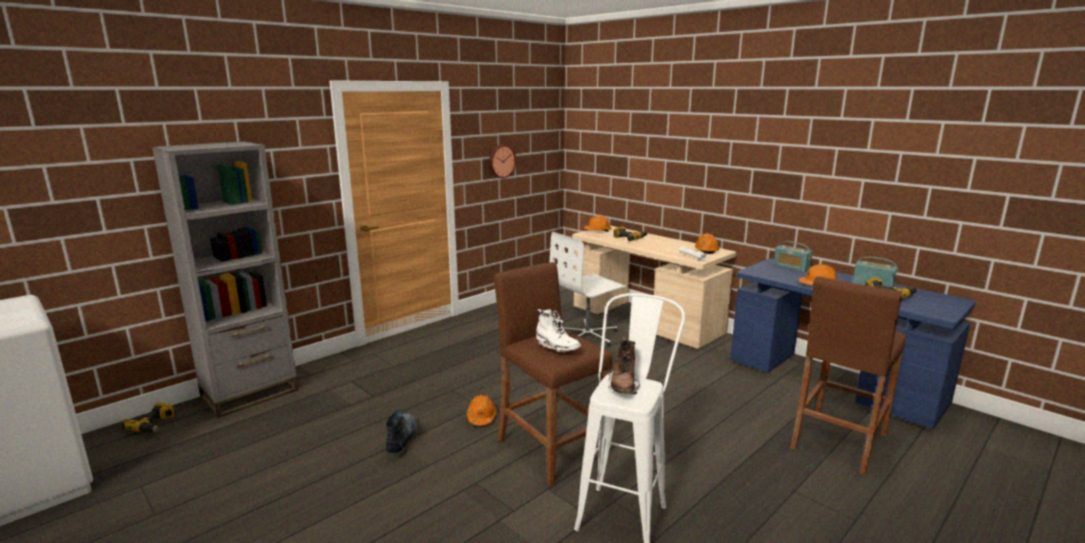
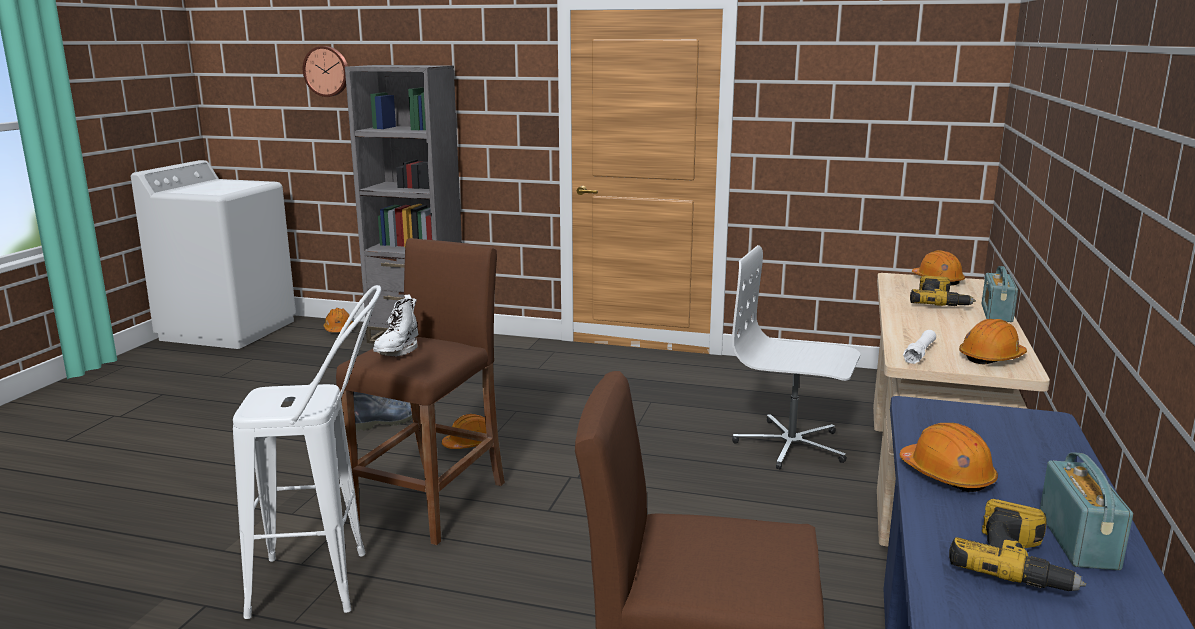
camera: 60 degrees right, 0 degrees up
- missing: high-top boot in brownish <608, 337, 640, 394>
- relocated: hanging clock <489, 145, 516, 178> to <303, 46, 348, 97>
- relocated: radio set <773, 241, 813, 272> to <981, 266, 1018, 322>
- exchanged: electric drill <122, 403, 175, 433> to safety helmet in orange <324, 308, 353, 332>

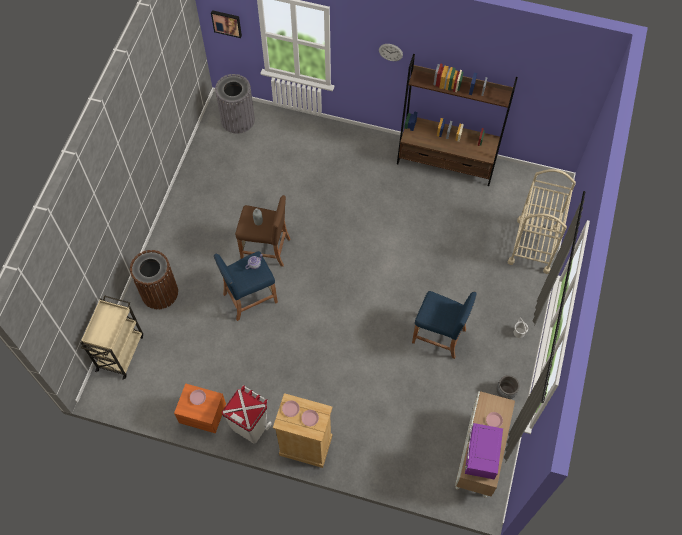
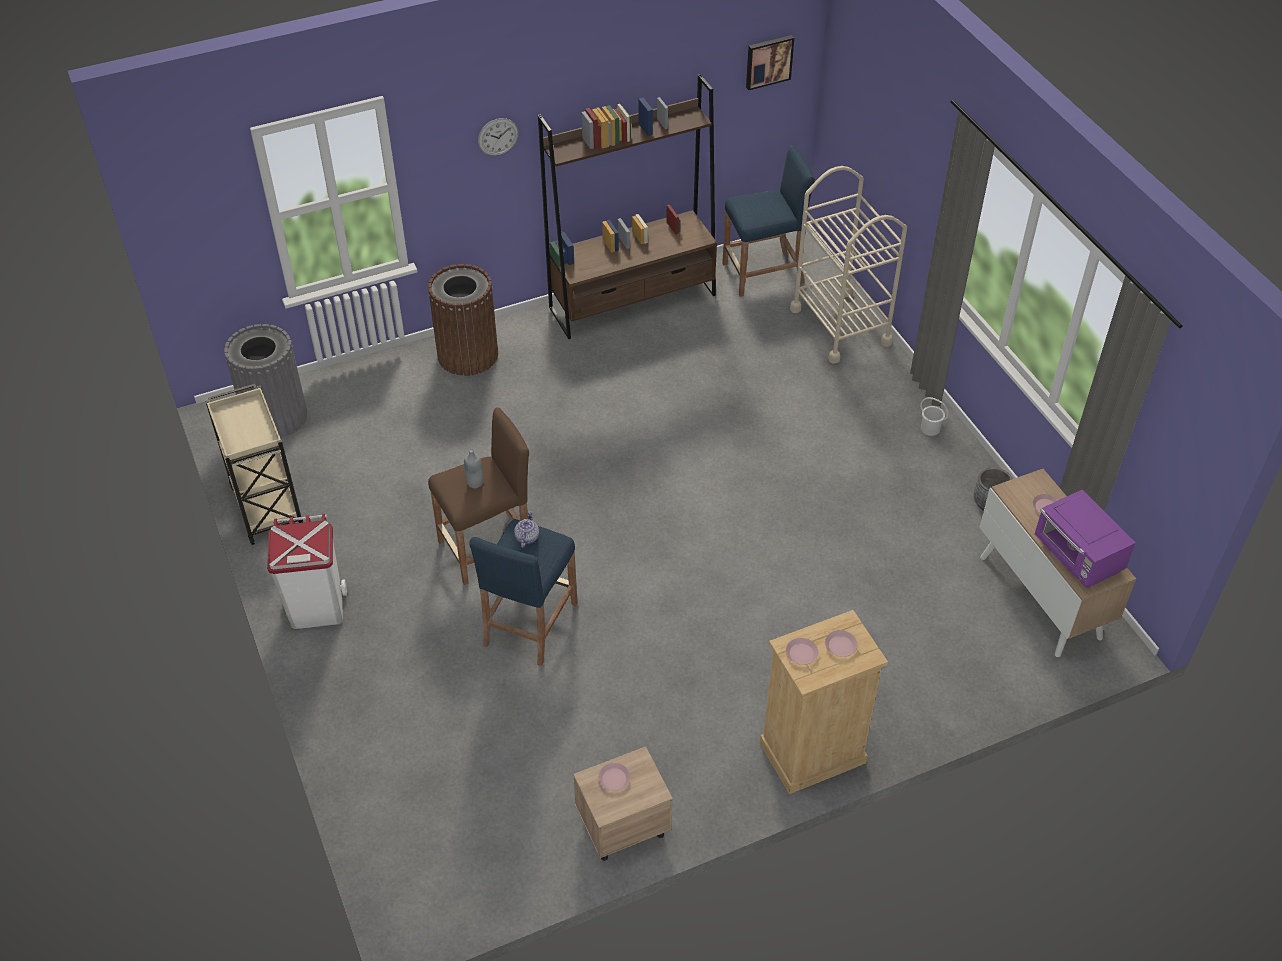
camera: 40 degrees left, 15 degrees down
- relocated: cart in sand-coloured <80, 295, 143, 380> to <205, 384, 303, 545>
- relocated: rubbish bin in brownish <130, 250, 178, 309> to <428, 264, 498, 376>
- relocated: picture <211, 10, 242, 38> to <746, 35, 794, 90>
- relocated: rubbish bin in white-coloured <222, 385, 272, 443> to <267, 514, 347, 629>
- relocated: sitting stool in blue <412, 291, 476, 359> to <722, 145, 815, 297>
- colour: bedside table in orange <174, 383, 226, 433> to bedside table in sand-coloured <573, 746, 673, 861>

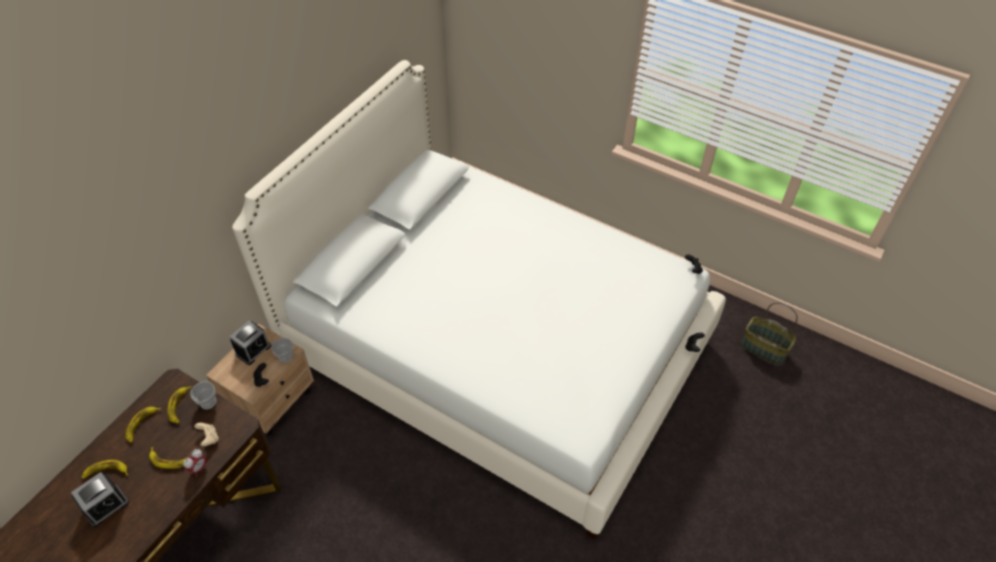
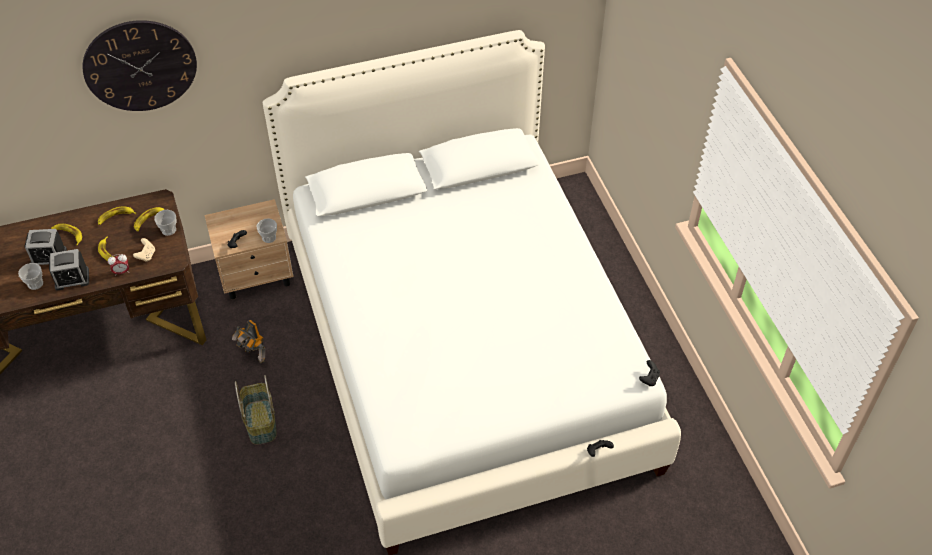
camera: 40 degrees right, 0 degrees up
- appeared: cup <18, 263, 43, 290>
- appeared: hanging clock <82, 20, 197, 111>
- appeared: toy robot <232, 320, 265, 363>
- relocated: table clock <230, 321, 272, 365> to <49, 249, 89, 291>
- relocated: storage basket <741, 302, 798, 365> to <235, 375, 277, 445>

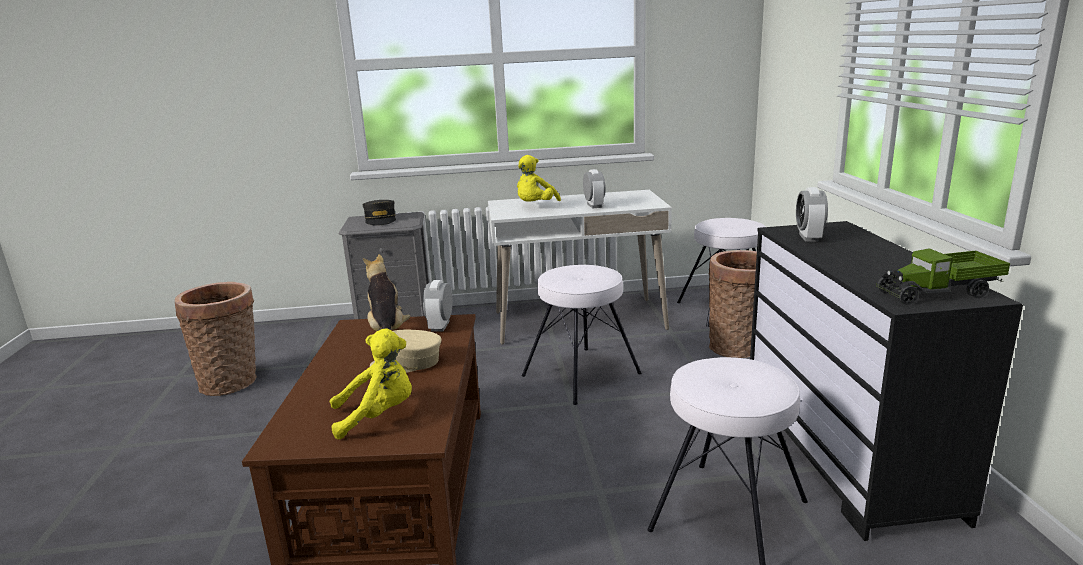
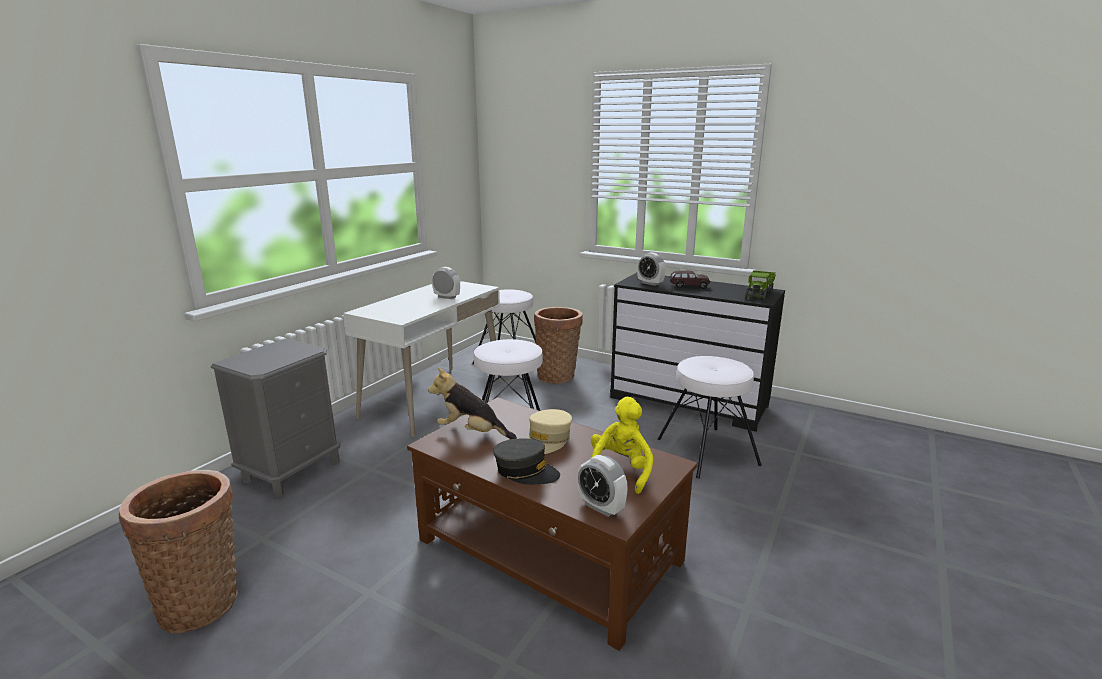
camera: 55 degrees left, 0 degrees up
- missing: soft toy in yellow <517, 155, 561, 202>
- appeared: miniature car in brownish <670, 271, 710, 289>
- relocated: cap in grey <363, 200, 396, 226> to <493, 439, 560, 485>
- relocated: table clock <423, 280, 452, 332> to <577, 455, 628, 517>

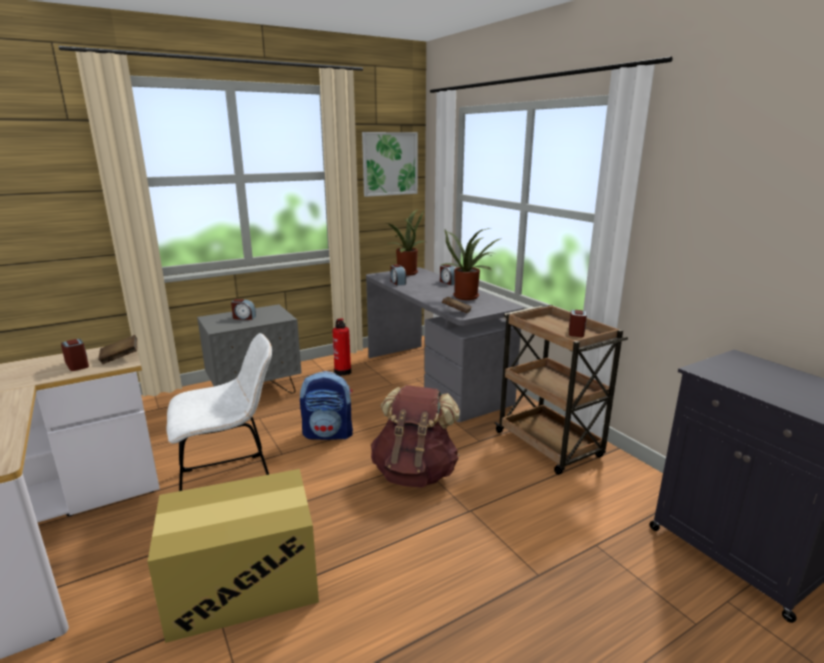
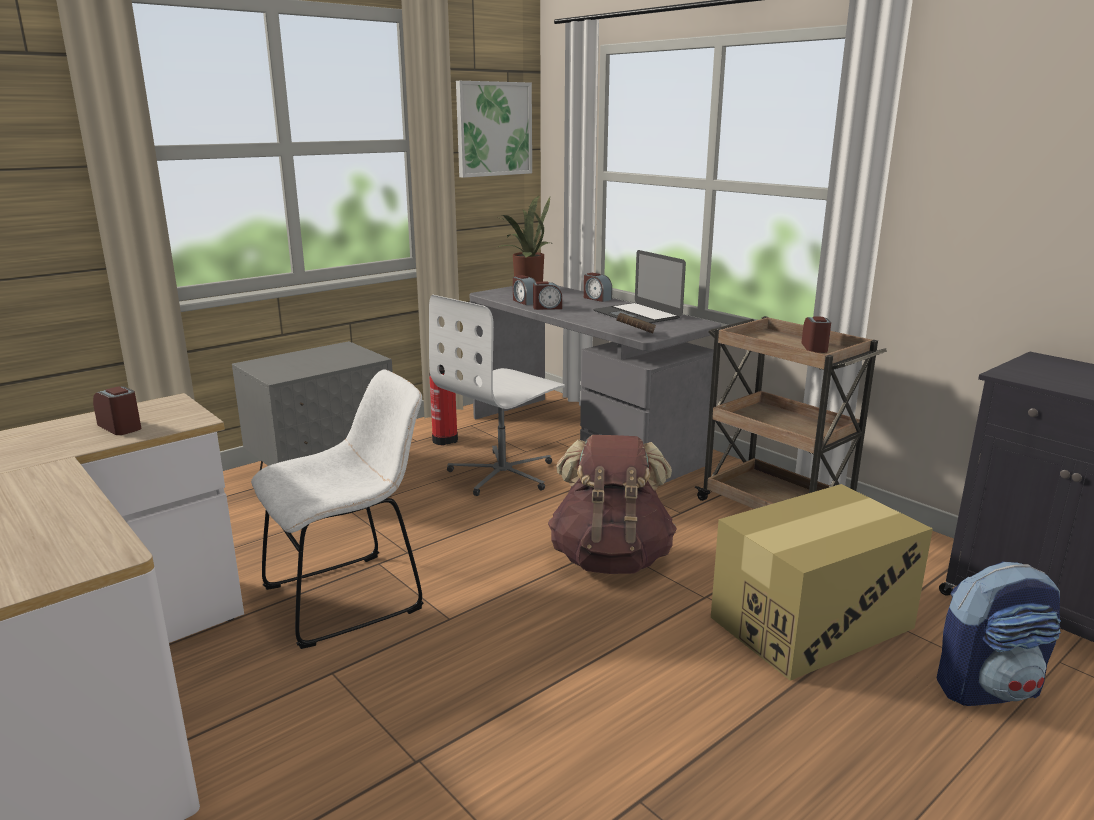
camera: 10 degrees left, 0 degrees up
- missing: bound book in brownish <98, 335, 138, 364>
- appeared: computer chair in white-coloured <429, 295, 565, 496>
- relocated: cardboard box <147, 469, 319, 643> to <711, 484, 933, 681>
- relocated: table clock <231, 299, 256, 320> to <533, 282, 562, 310>
- relocated: backpack <300, 371, 353, 440> to <937, 562, 1061, 706>
- exchanged: potted plant <441, 228, 502, 300> to laptop <593, 250, 686, 323>

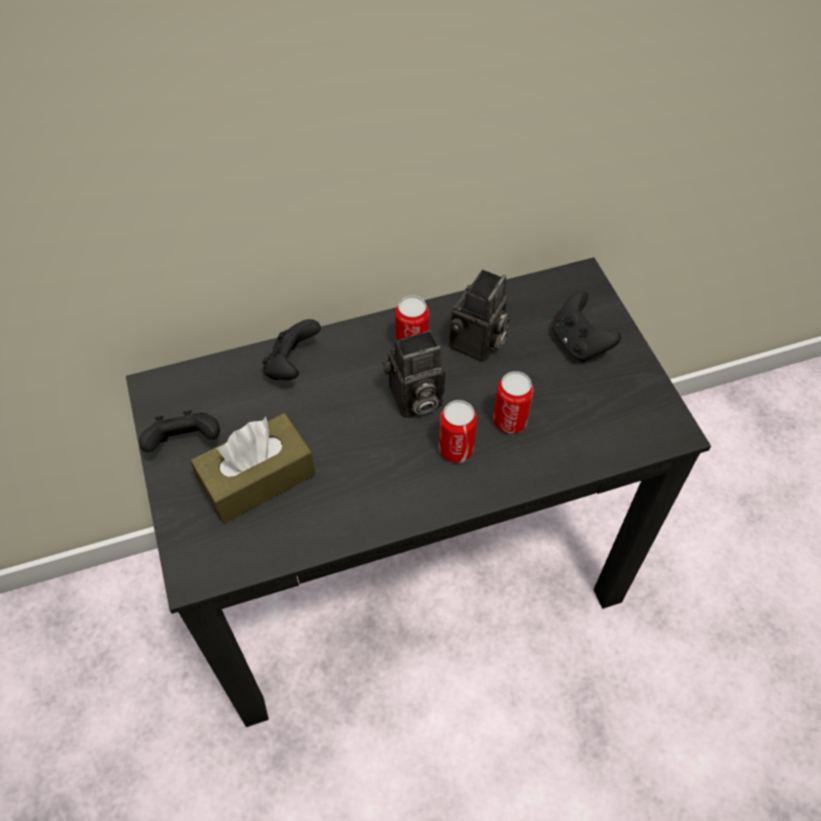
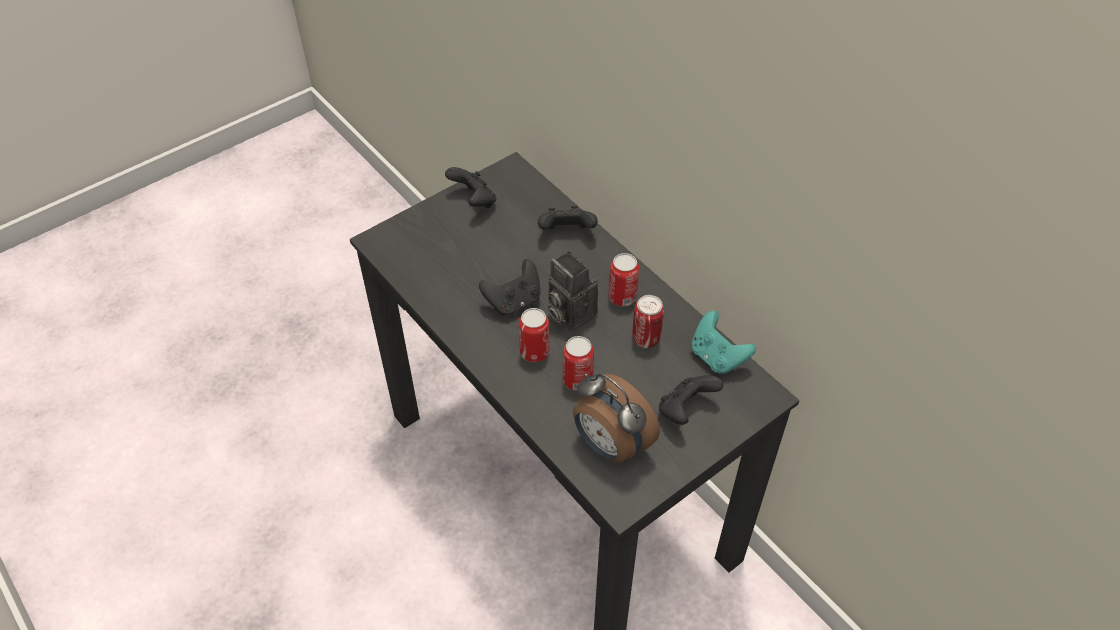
camera: 70 degrees right, 5 degrees down
- missing: tissue holder in brownish <191, 413, 315, 524>
- appeared: game controller in black <479, 259, 541, 315>
- appeared: table clock <573, 374, 660, 462>
- appeared: game controller in blue-green <692, 311, 756, 374>
- exchanged: still camera <449, 269, 510, 362> to sealed can <632, 295, 664, 348>

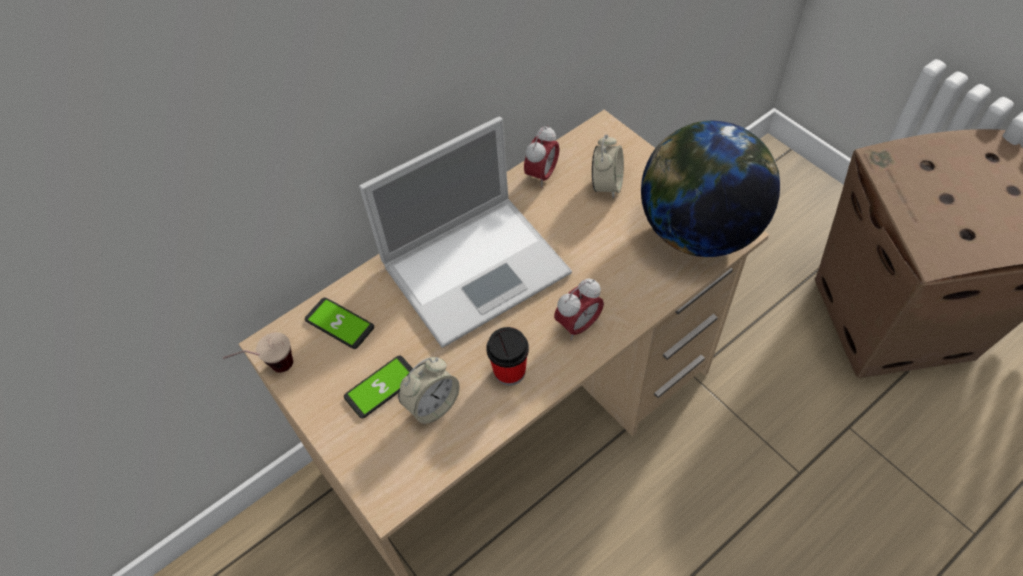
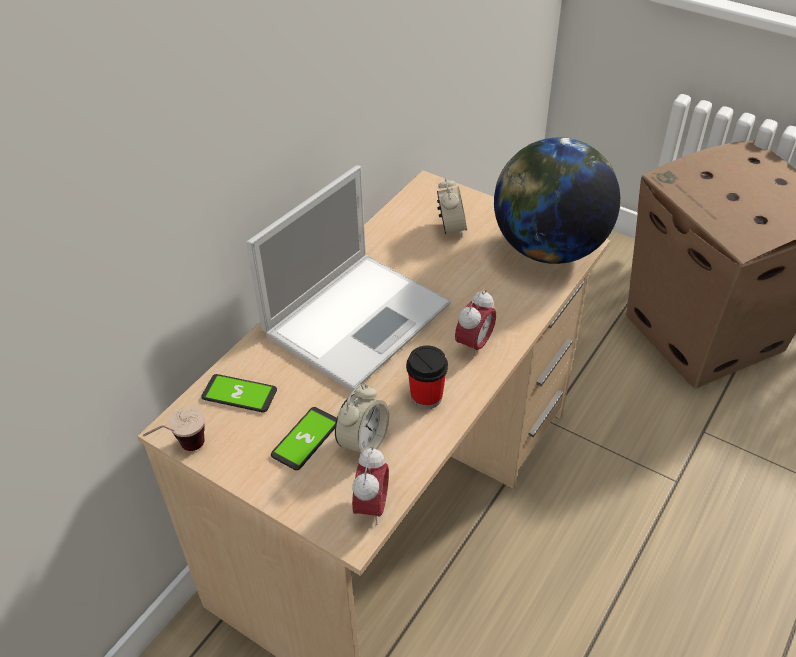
camera: 20 degrees left, 10 degrees down
- relocated: table clock <524, 125, 560, 188> to <352, 447, 389, 525>

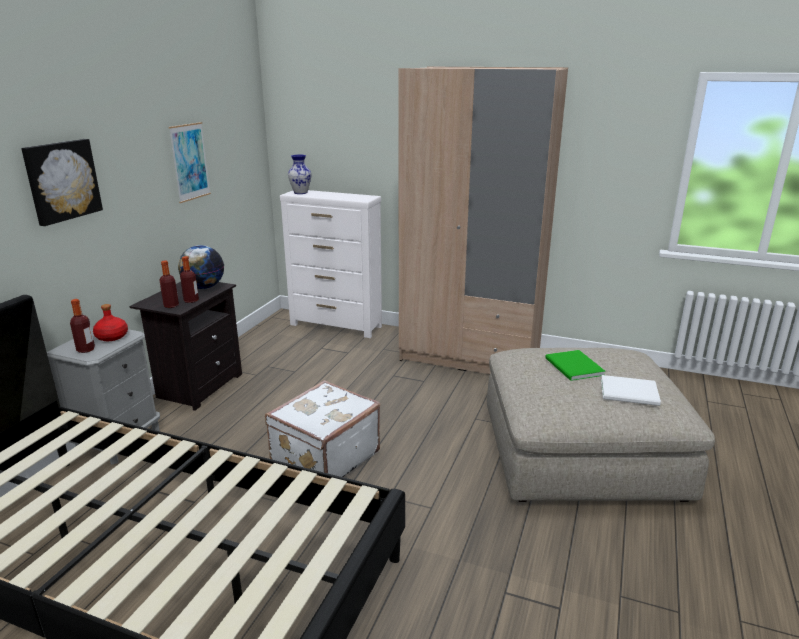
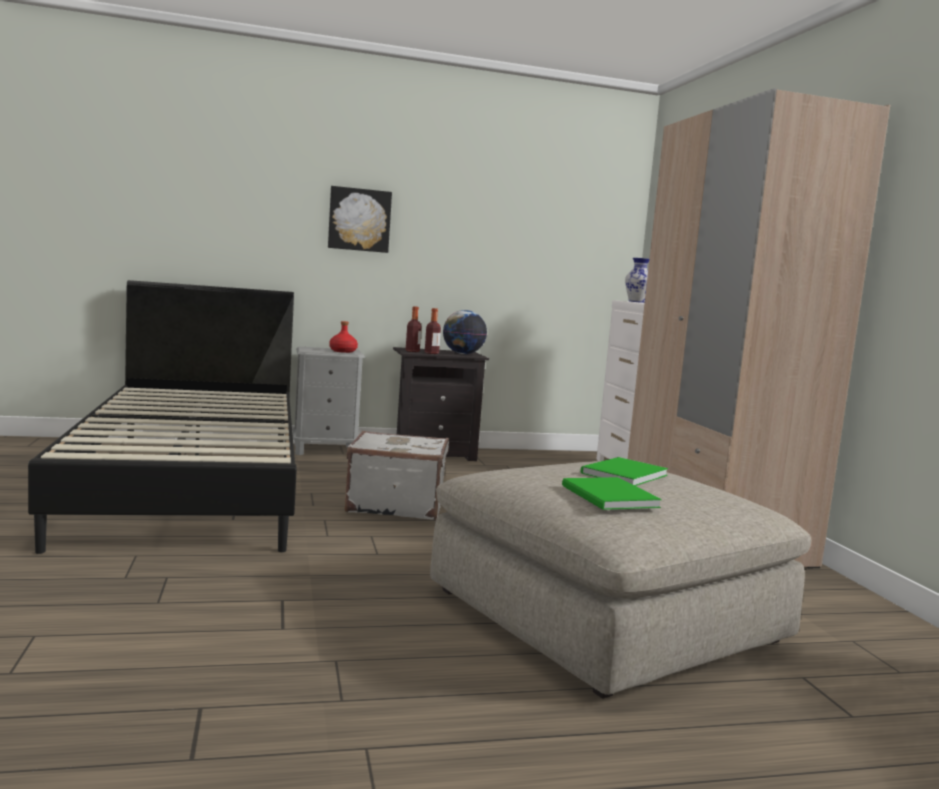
camera: 55 degrees right, 15 degrees down
- missing: bottle <70, 299, 95, 353>
- missing: picture <169, 122, 211, 203>
- colour: bound book in white-coloured <601, 375, 661, 406> to bound book in greenish <562, 477, 662, 510>

